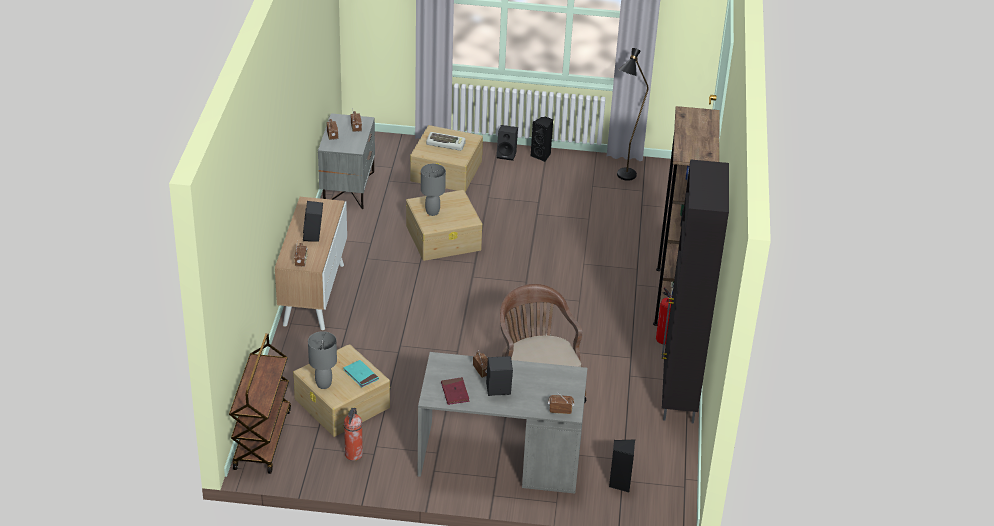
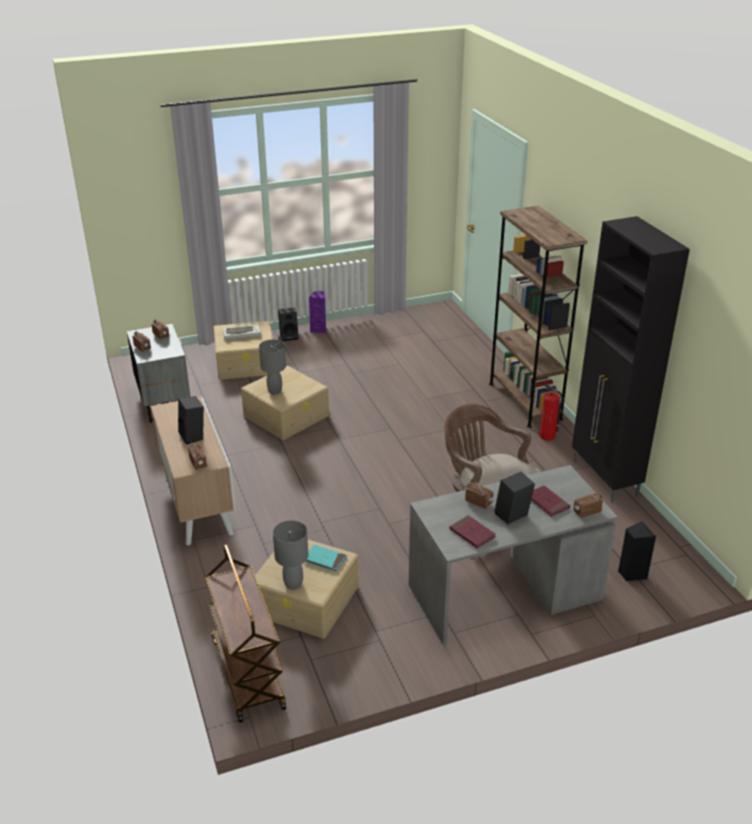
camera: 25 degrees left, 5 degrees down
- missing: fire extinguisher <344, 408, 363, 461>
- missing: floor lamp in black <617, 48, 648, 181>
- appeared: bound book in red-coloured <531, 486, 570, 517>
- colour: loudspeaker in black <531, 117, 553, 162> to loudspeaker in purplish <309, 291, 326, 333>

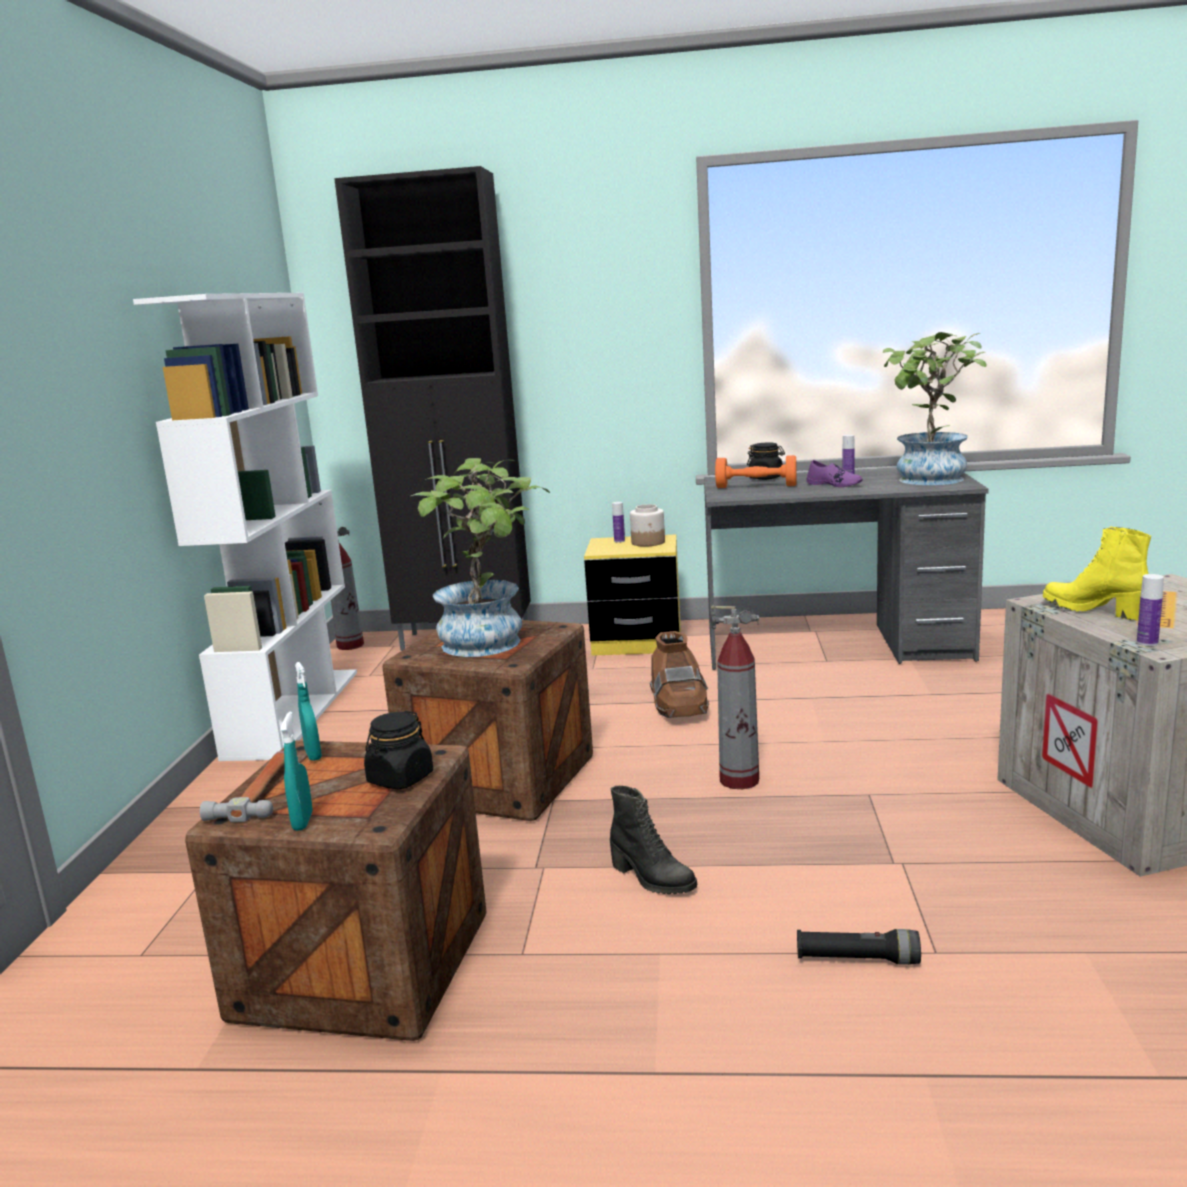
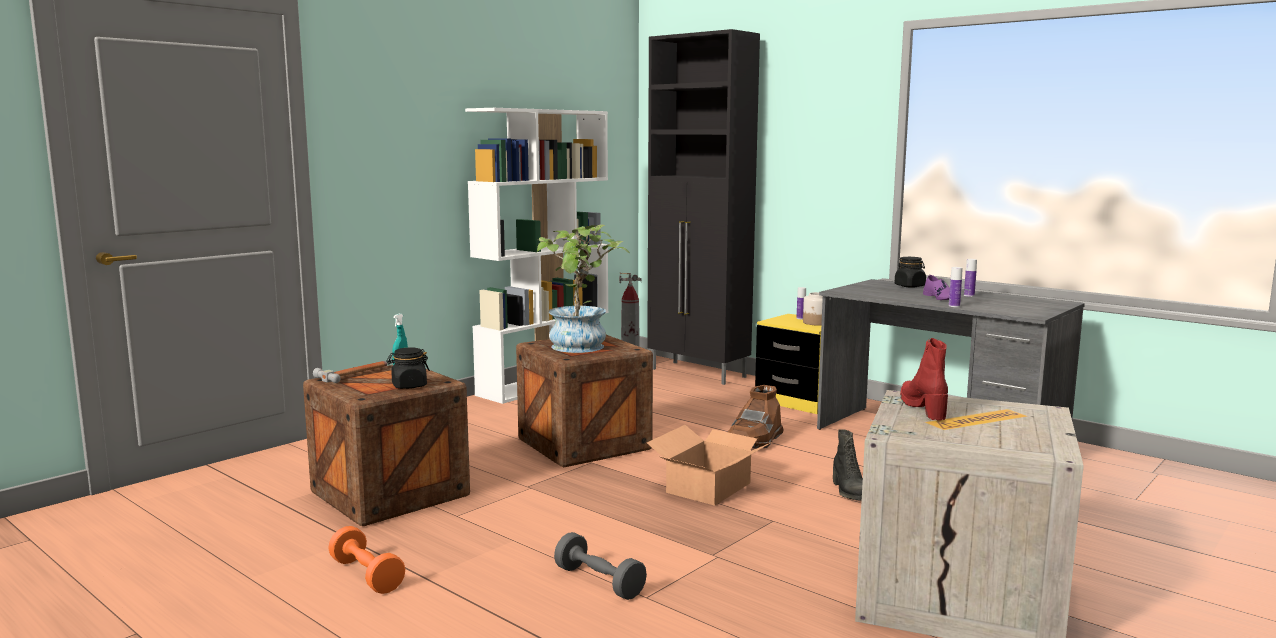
camera: 35 degrees right, 5 degrees down
- missing: hand sprayer in blue-green <281, 712, 313, 831>
- missing: potted plant <882, 332, 987, 485>
- relocated: high-top boot in black <610, 786, 697, 894> to <833, 429, 863, 501>
- relocated: dumbbell in orange <715, 455, 797, 488> to <328, 526, 405, 594>
- relocated: bottle <1137, 574, 1164, 646> to <949, 267, 963, 307>
- exchanged: fire extinguisher <711, 605, 759, 789> to cardboard box <647, 425, 772, 506>
- exchanged: flashlight in black <797, 929, 921, 965> to dumbbell in grey <554, 532, 647, 600>
- colour: high-top boot in yellow <1043, 526, 1151, 621> to high-top boot in red-coloured <900, 338, 948, 421>

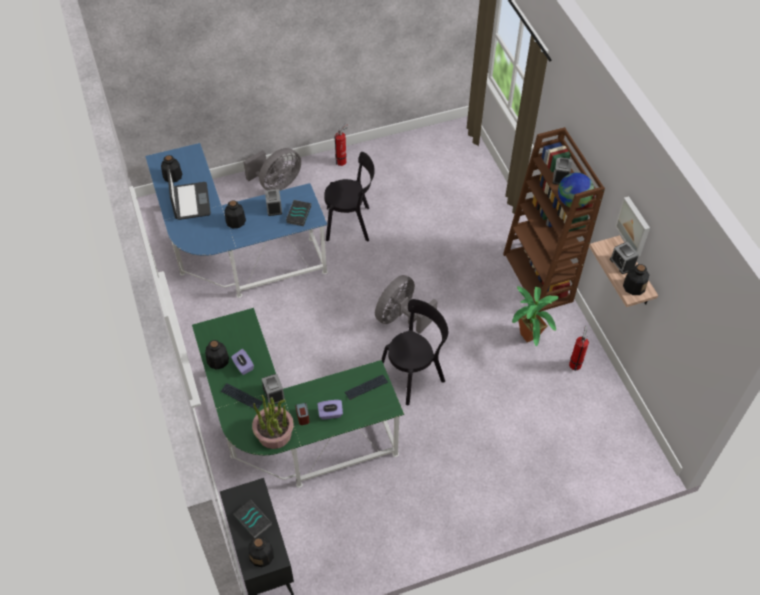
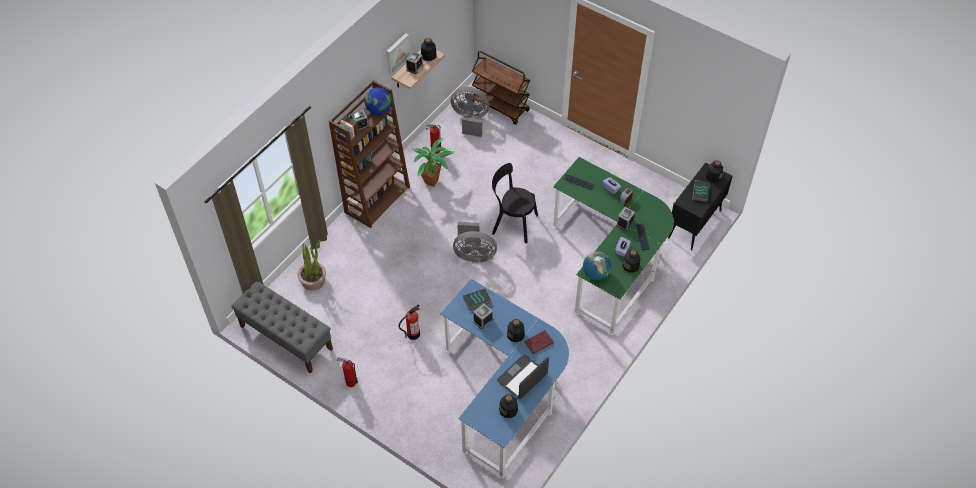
camera: 125 degrees left, 0 degrees up
- appeared: bench in grey <231, 282, 333, 374>
- appeared: cart in brownish <472, 51, 530, 125>
- appeared: bound book in red-coloured <524, 330, 554, 354>
- appeared: globe <583, 252, 611, 280>
- relocated: cooling fan in grey <243, 148, 301, 191> to <451, 87, 490, 137>
- relocated: potted plant <252, 395, 294, 449> to <298, 240, 326, 290>
- exchanged: chair in black <324, 152, 375, 241> to fire extinguisher <399, 304, 420, 340>

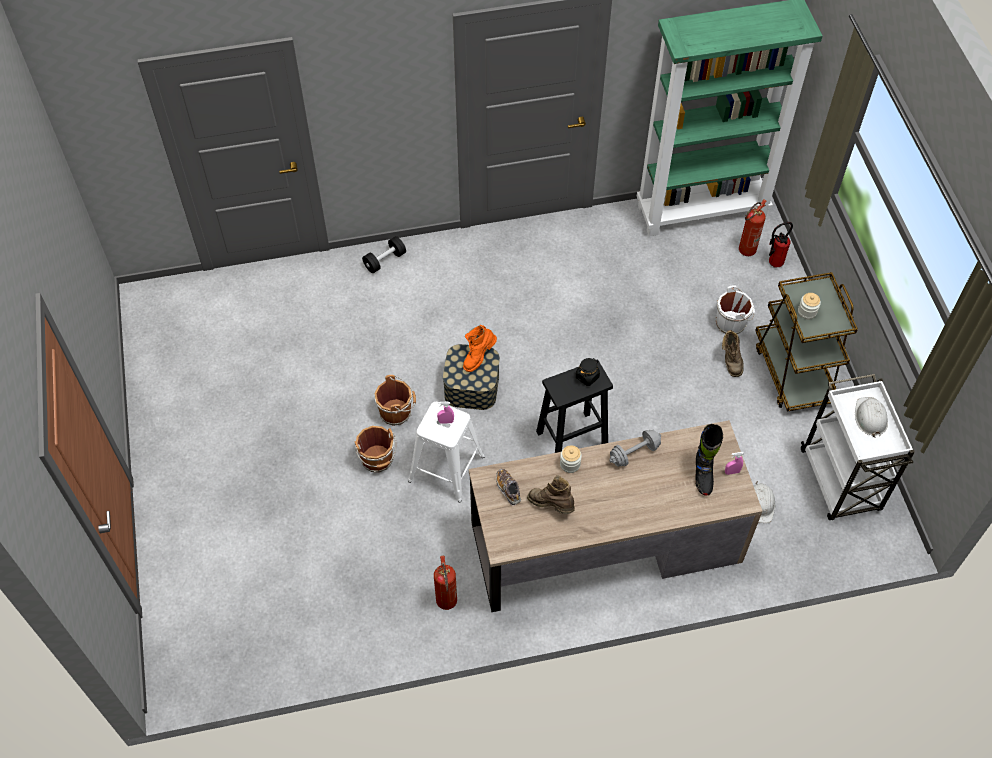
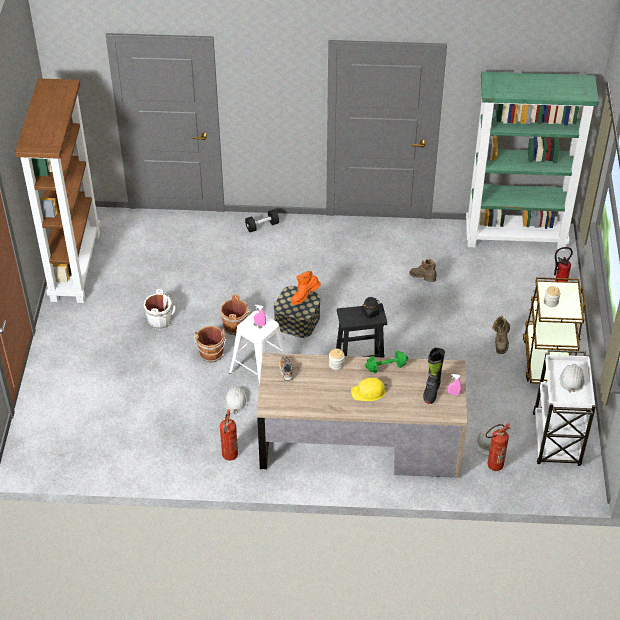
camera: 15 degrees right, 10 degrees down
- appeared: bookcase in brownish <15, 78, 100, 303>
- appeared: safety helmet in white-coloured <224, 386, 247, 414>
- appeared: safety helmet in yellow <351, 378, 387, 401>
- relocated: high-top boot in brownish <527, 475, 575, 514> to <409, 259, 436, 282>
- relocated: pail in white-coloured <715, 285, 755, 334> to <144, 289, 175, 329>
- relocated: fire extinguisher <739, 199, 766, 256> to <485, 423, 511, 471>
- colour: dumbbell in grey <609, 430, 661, 467> to dumbbell in greenish <365, 351, 408, 373>

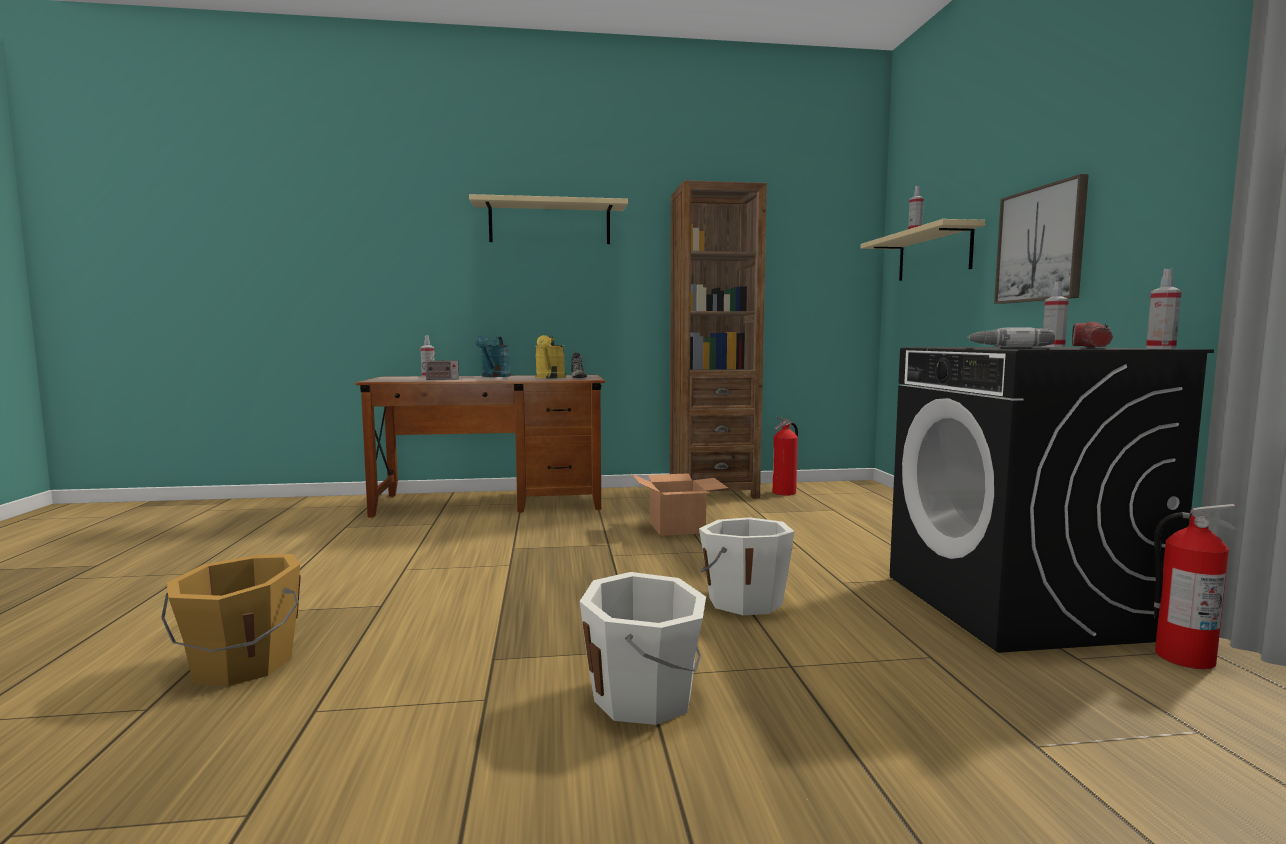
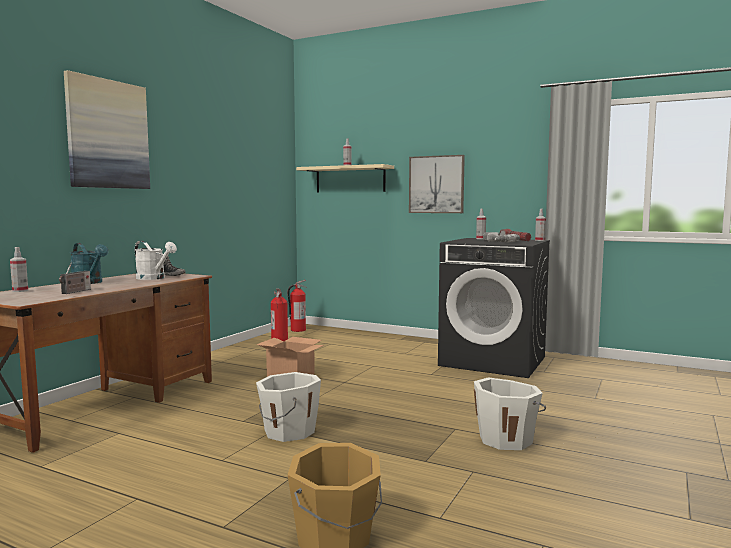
camera: 55 degrees left, 0 degrees up
- missing: bookcase in brownish <670, 180, 767, 499>
- relocated: pail in white-coloured <699, 517, 794, 615> to <256, 372, 321, 442>
- relocated: fire extinguisher <1154, 504, 1239, 669> to <288, 280, 307, 332>
- exchanged: bracket shelf in sand-coloured <469, 194, 628, 244> to picture <64, 70, 150, 189>
- colour: sprinkling can in yellow <535, 335, 566, 379> to sprinkling can in white-coloured <135, 241, 177, 280>

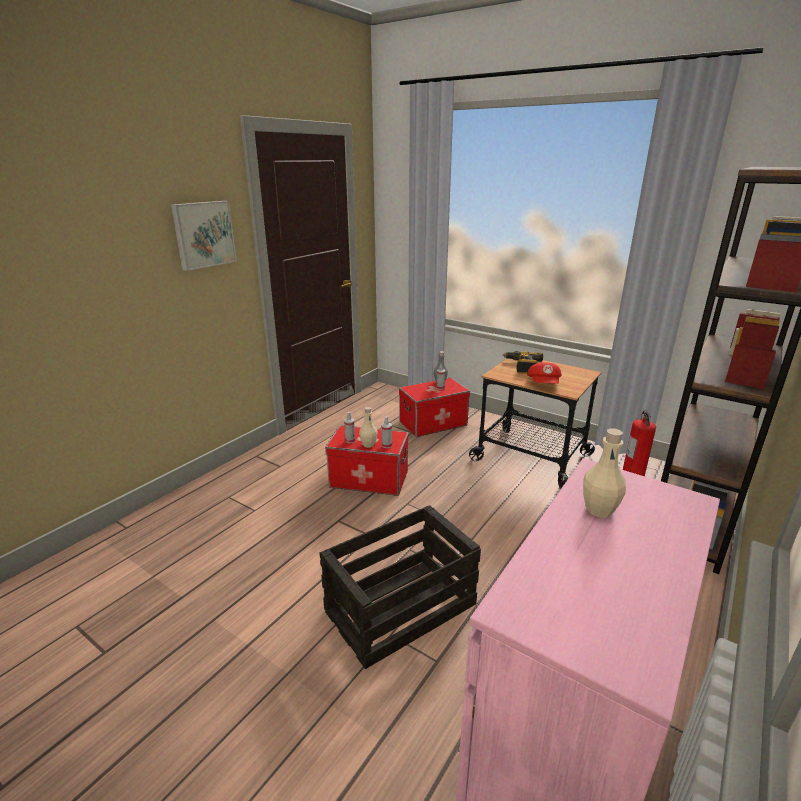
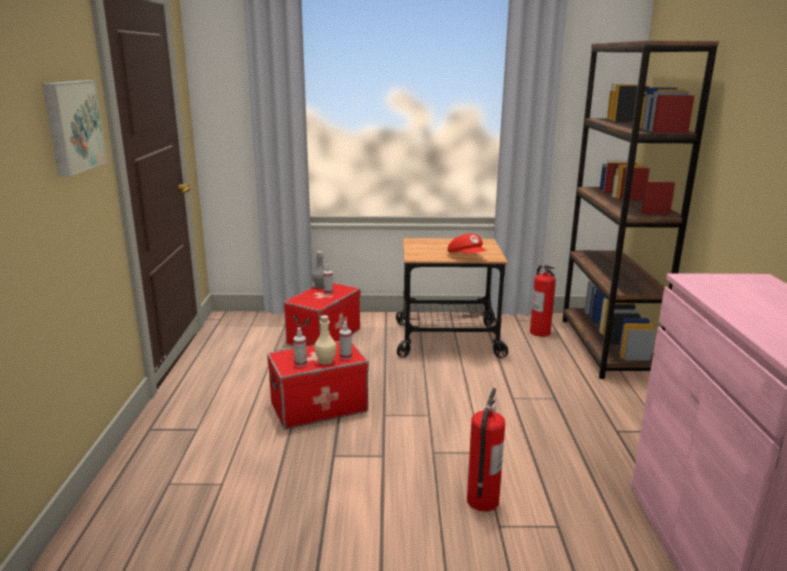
camera: 35 degrees left, 5 degrees down
- missing: electric drill <503, 351, 543, 374>
- missing: bottle in sand-coloured <583, 428, 626, 518>
- exchanged: packing crate <319, 505, 481, 669> to fire extinguisher <467, 388, 505, 512>

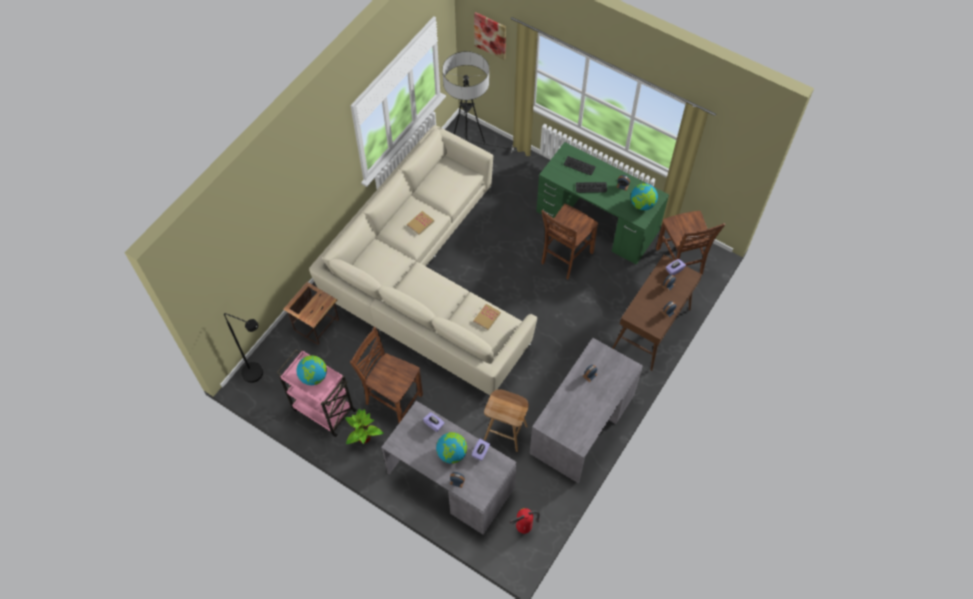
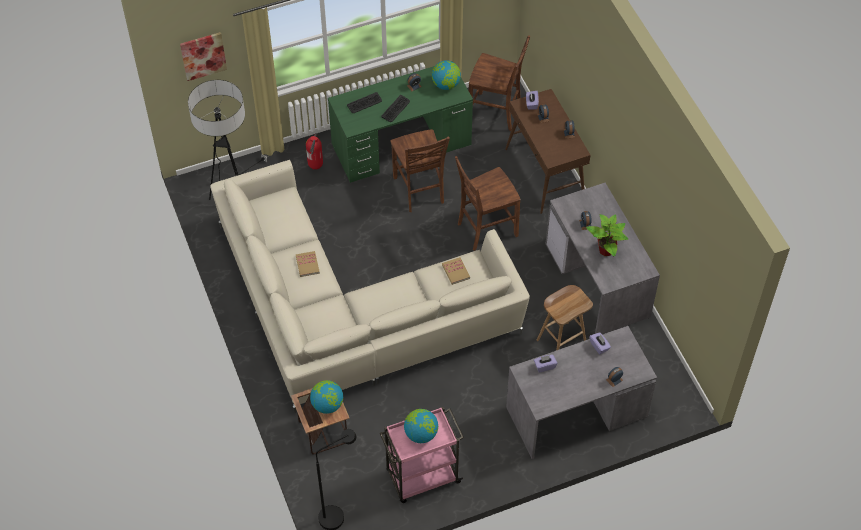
camera: 55 degrees left, 5 degrees down
- relocated: potted plant <345, 409, 384, 444> to <586, 214, 628, 256>
- relocated: chair in brownish <350, 327, 423, 423> to <455, 156, 520, 251>
- relocated: globe <436, 432, 467, 464> to <310, 380, 343, 414>
- relocated: fire extinguisher <509, 508, 540, 534> to <306, 133, 323, 170>

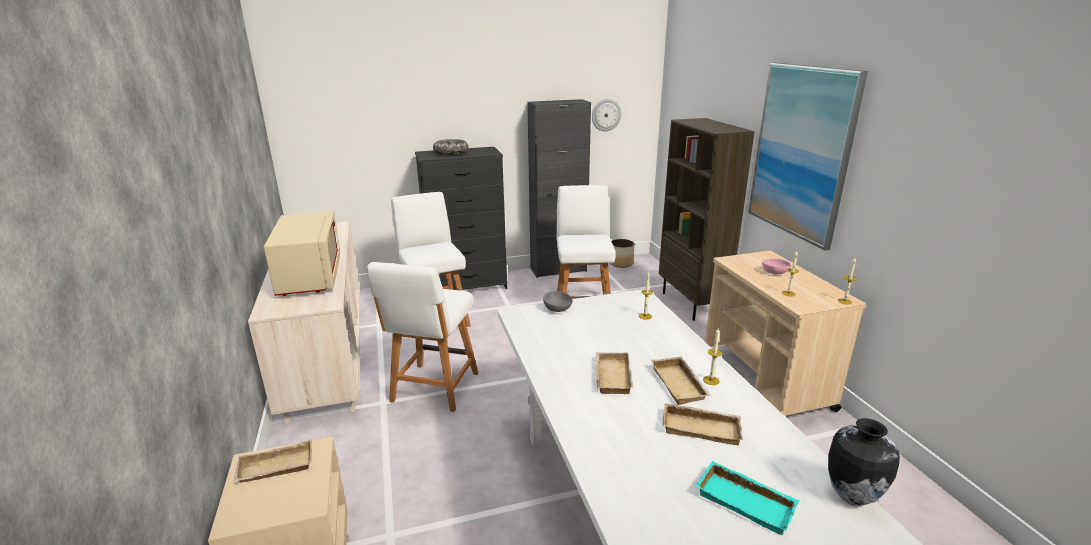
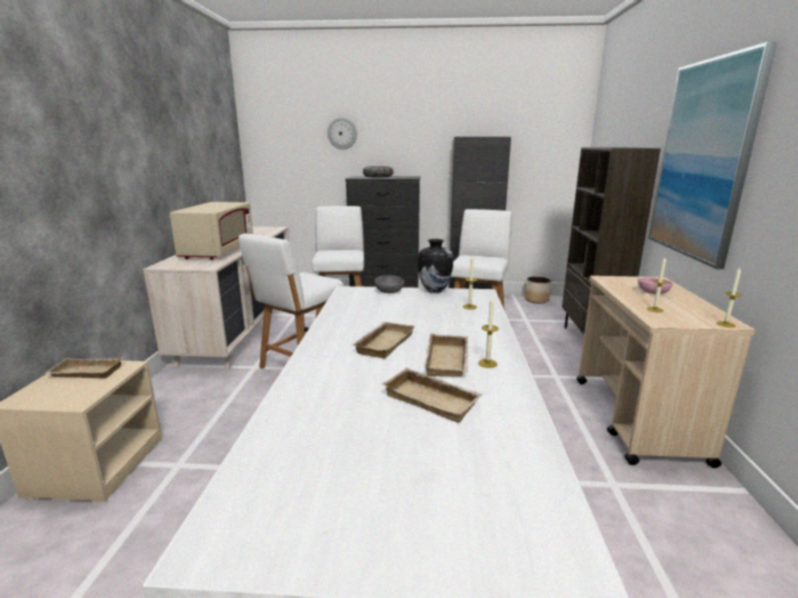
camera: 20 degrees right, 5 degrees down
- missing: carrying tray in blue-green <696, 461, 799, 535>
- relocated: hanging clock <592, 99, 621, 131> to <327, 118, 357, 149>
- relocated: vase <828, 418, 900, 506> to <418, 239, 453, 293>

